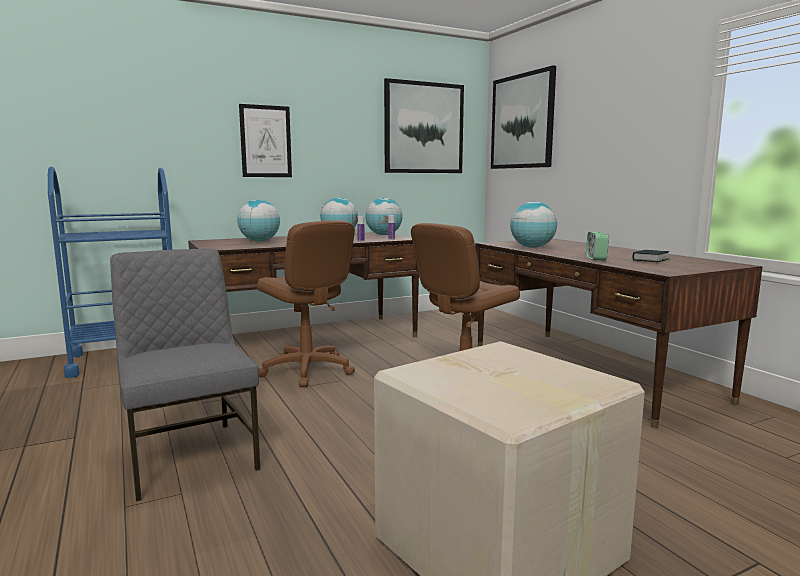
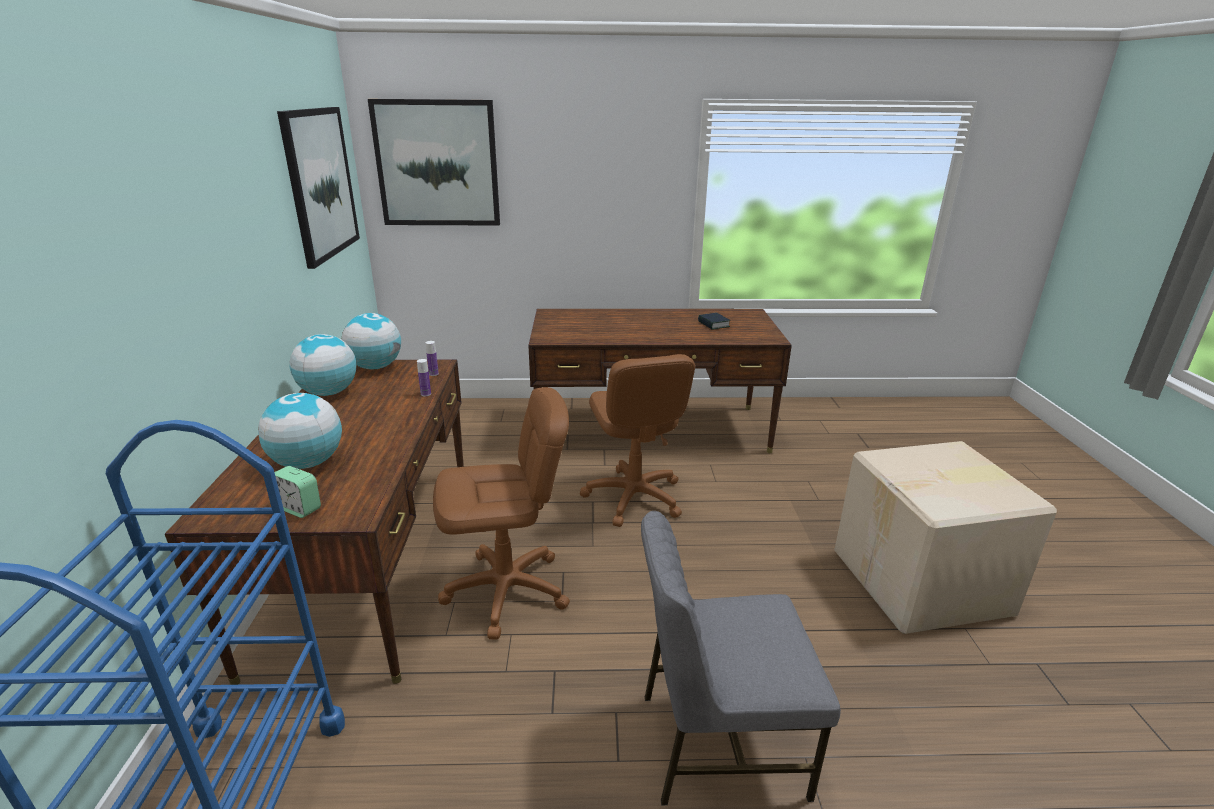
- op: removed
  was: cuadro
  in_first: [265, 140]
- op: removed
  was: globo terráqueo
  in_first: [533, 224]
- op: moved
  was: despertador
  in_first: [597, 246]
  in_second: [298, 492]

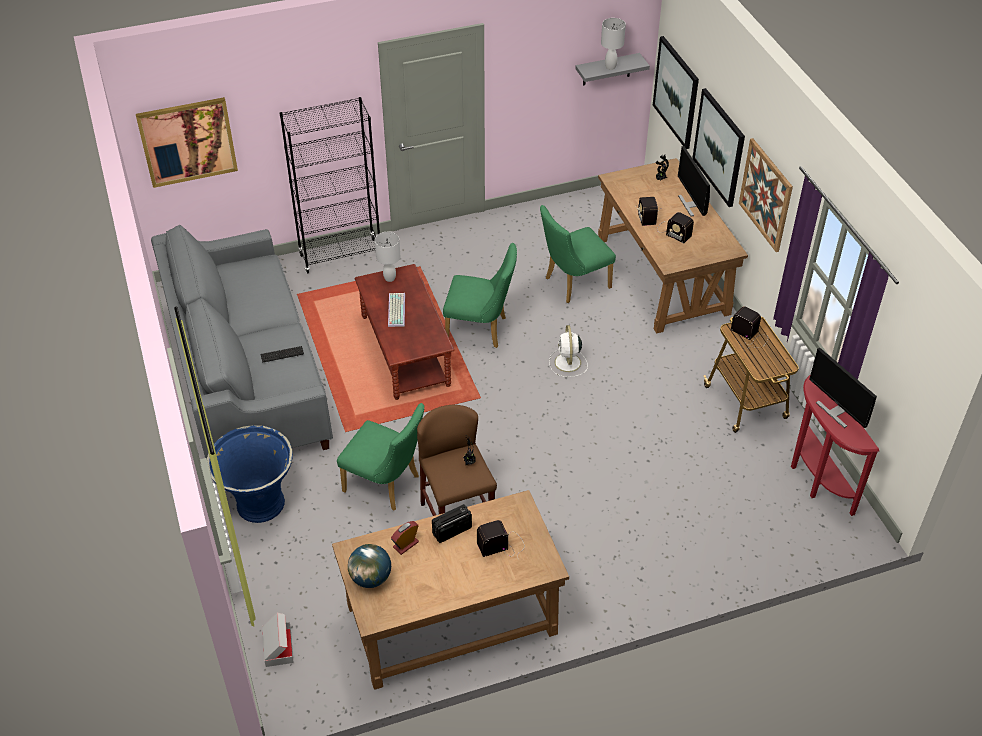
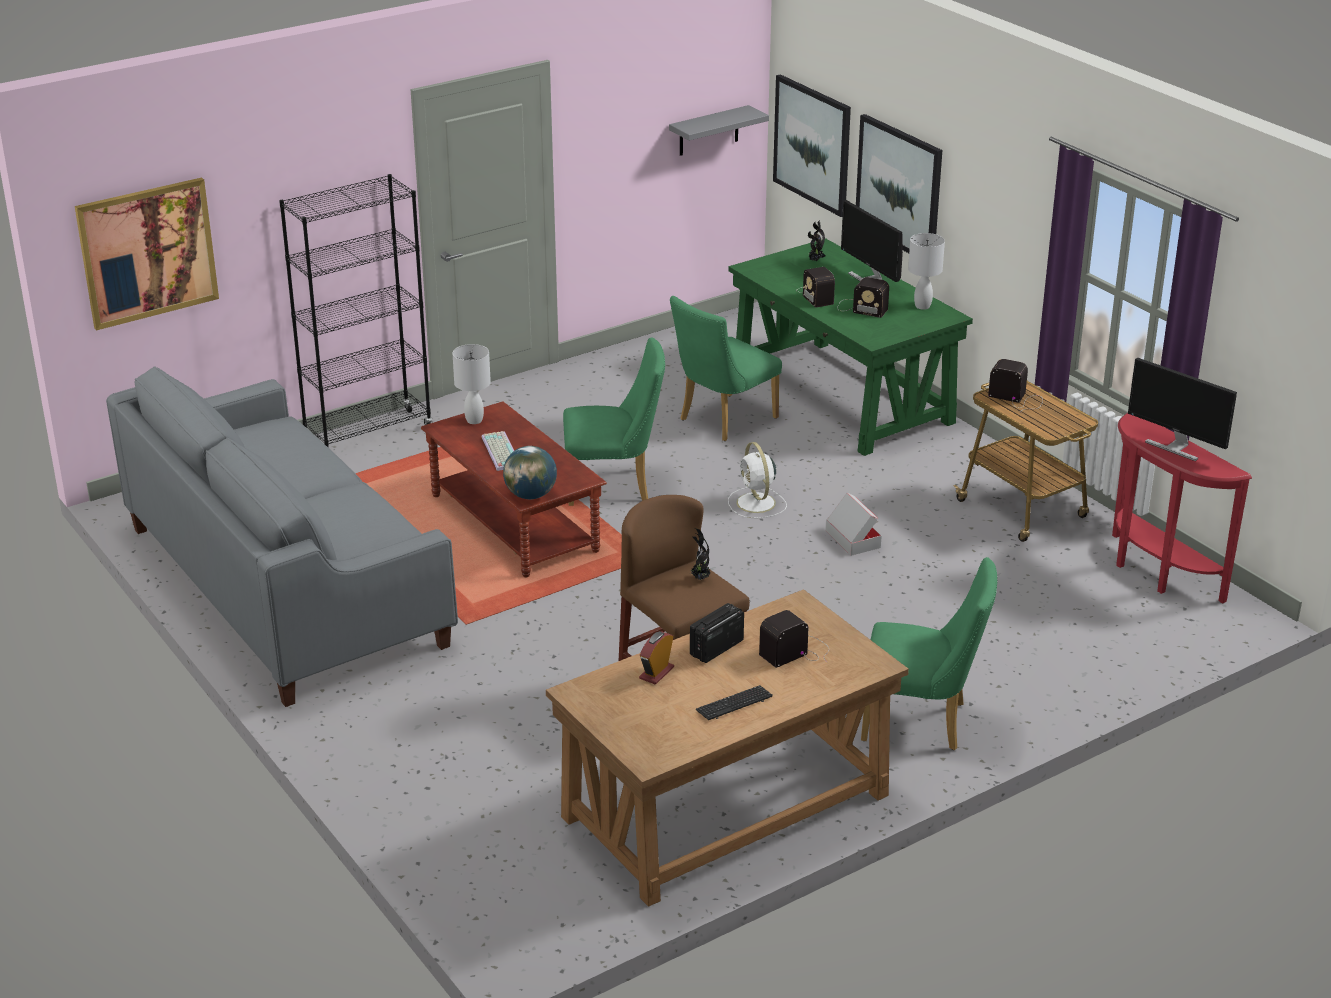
- op: moved
  was: lámpara de mesa [blanco]
  in_first: [613, 44]
  in_second: [926, 271]
- op: removed
  was: cuadro
  in_first: [766, 195]
- op: recoloured
  was: escritorio [marrón]
  now: escritorio [verde]
  in_first: [673, 245]
  in_second: [850, 347]
- op: moved
  was: teclado
  in_first: [282, 354]
  in_second: [734, 702]
- op: moved
  was: silla [verde]
  in_first: [380, 457]
  in_second: [929, 653]
- op: removed
  was: maceta [azul]
  in_first: [250, 474]
- op: moved
  was: globo terráqueo
  in_first: [369, 566]
  in_second: [530, 472]
- op: moved
  was: caja de cartón
  in_first: [278, 640]
  in_second: [854, 524]

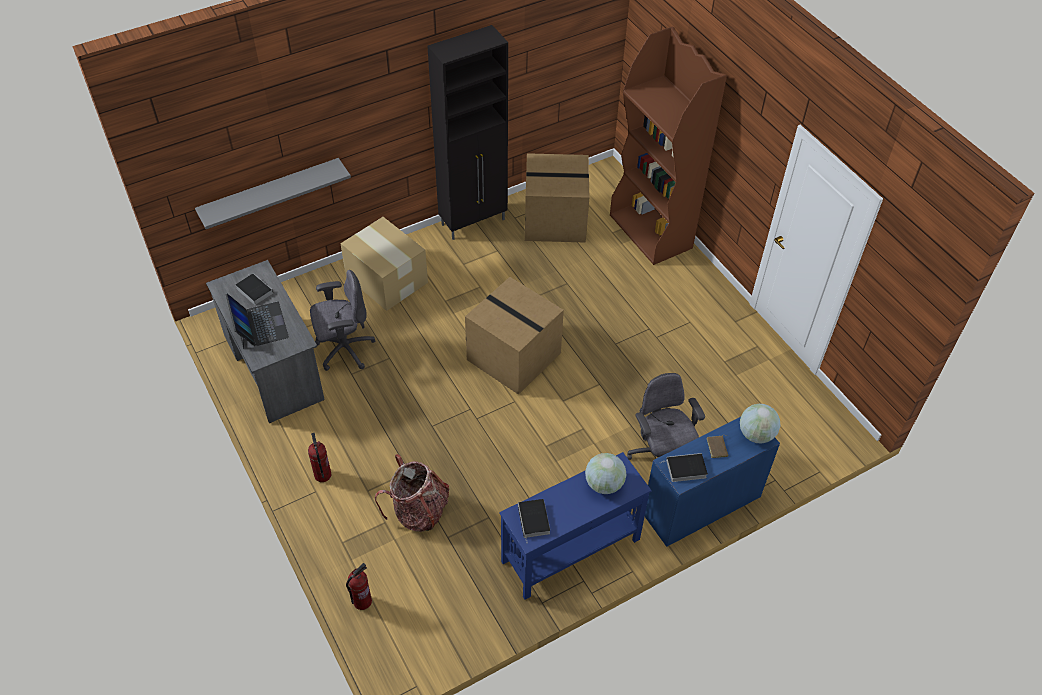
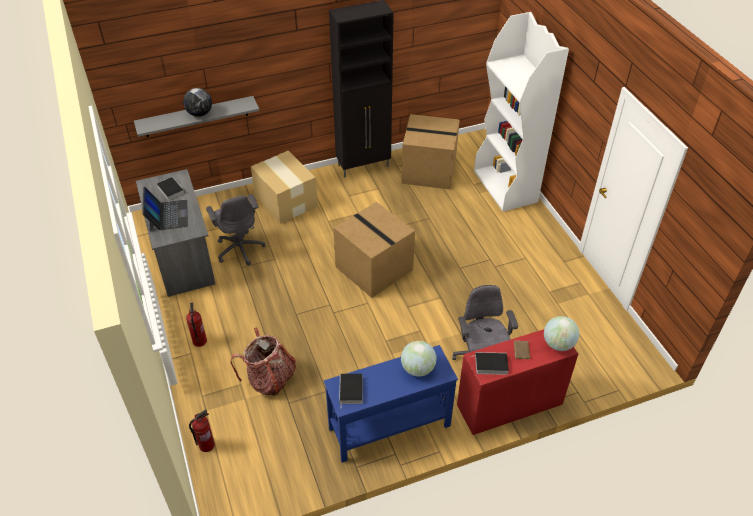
- op: recoloured
  was: estantería [marrón]
  now: estantería [blanco]
  in_first: [668, 145]
  in_second: [521, 112]
- op: turned
  was: silla de oficina [gris]
  in_first: [342, 320]
  in_second: [235, 230]
  clockwise: 75
- op: recoloured
  was: escritorio [azul]
  now: escritorio [rojo]
  in_first: [712, 482]
  in_second: [517, 382]
- op: added
  now: globo terráqueo
  in_second: [197, 102]

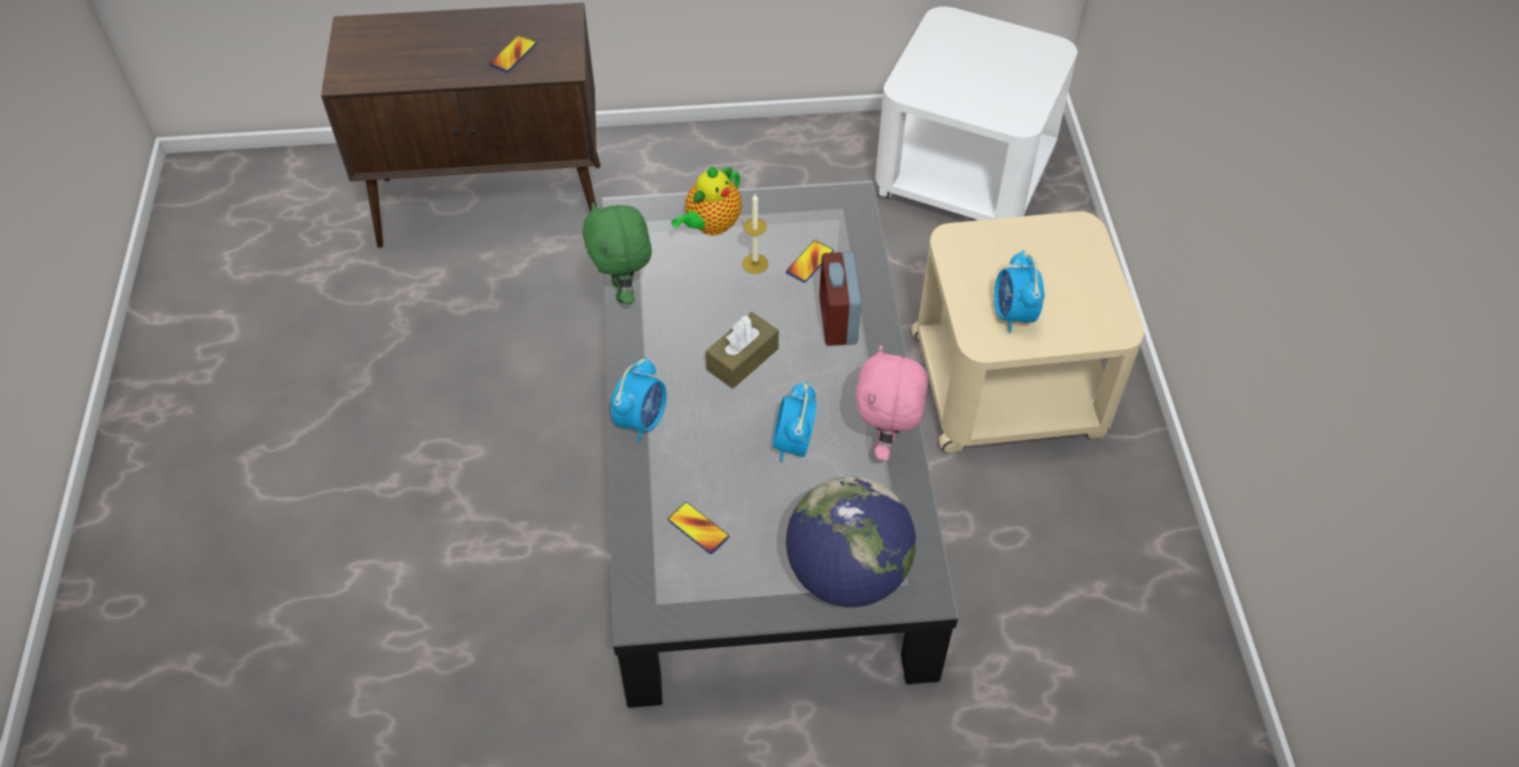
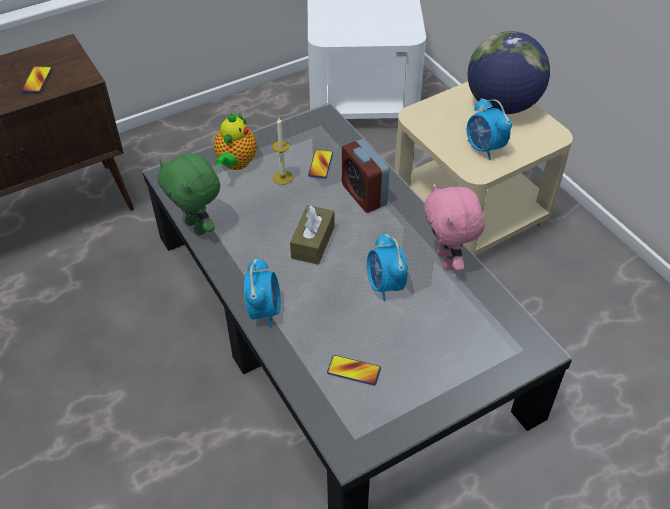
- op: moved
  was: globo terráqueo
  in_first: [851, 542]
  in_second: [509, 72]

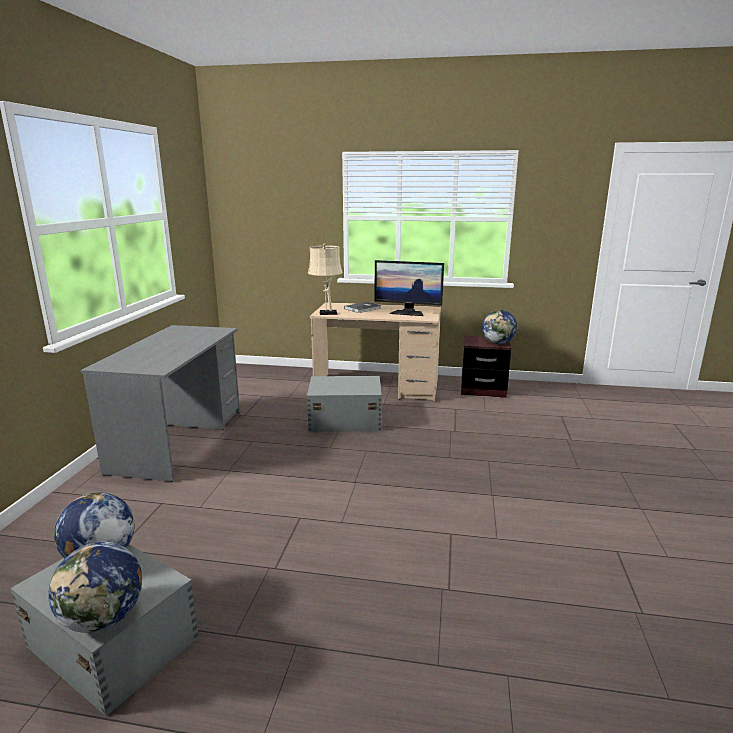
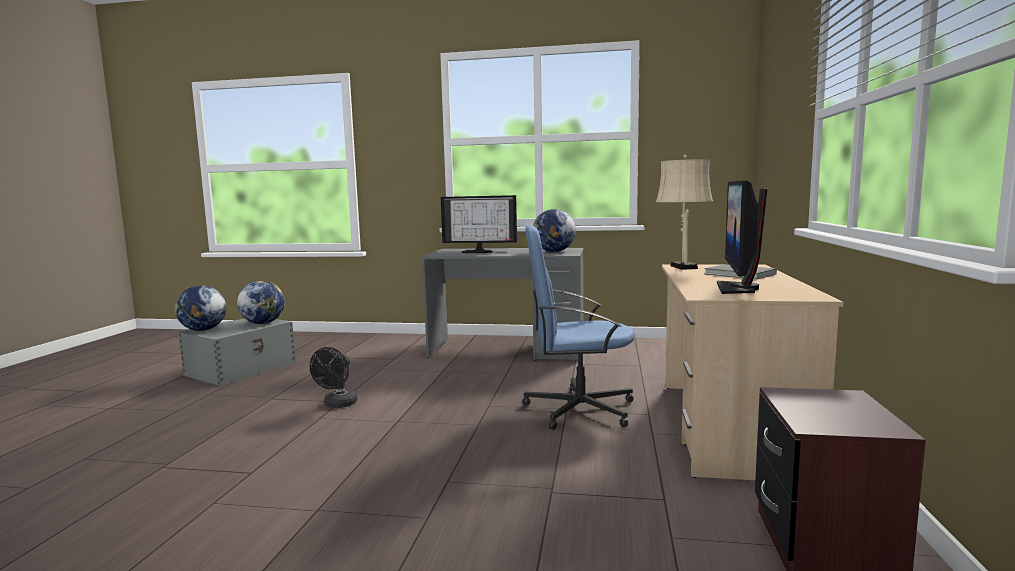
- op: moved
  was: globo terráqueo
  in_first: [499, 327]
  in_second: [554, 230]
- op: replaced
  was: caja de almacenaje [gris]
  now: silla de oficina [azul]
  in_first: [344, 404]
  in_second: [578, 327]
- op: added
  now: monitor
  in_second: [479, 224]
- op: added
  now: ventilador [negro]
  in_second: [334, 377]

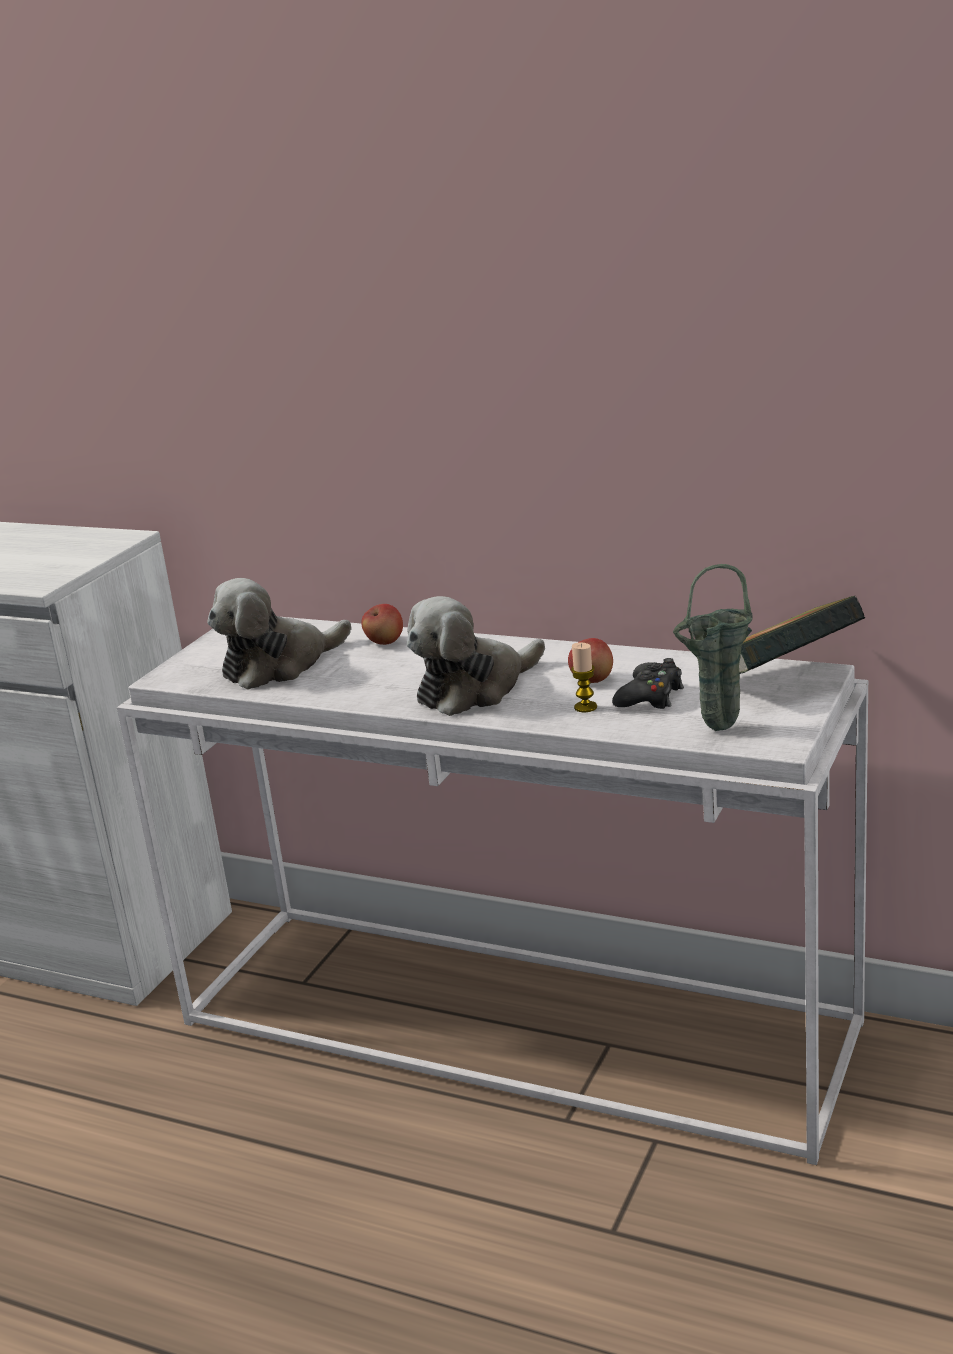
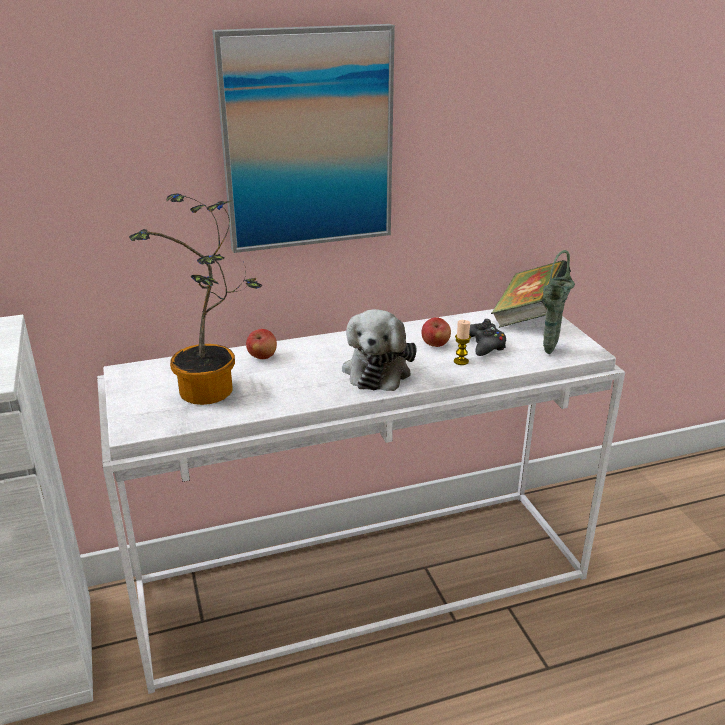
- op: replaced
  was: peluche
  now: planta en maceta
  in_first: [279, 634]
  in_second: [195, 299]
- op: added
  now: cuadro
  in_second: [303, 138]

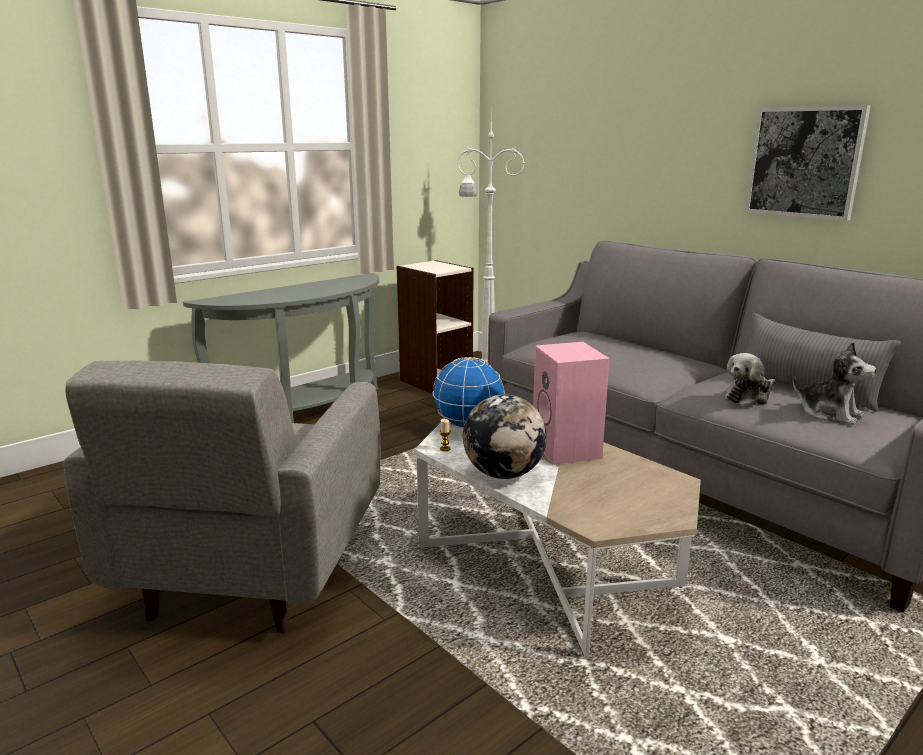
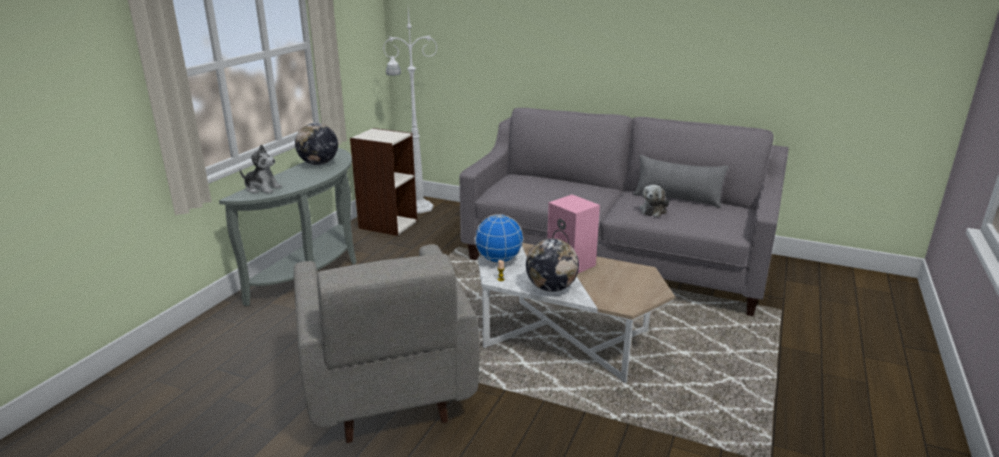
- op: removed
  was: cuadro
  in_first: [808, 163]
- op: moved
  was: peluche
  in_first: [834, 383]
  in_second: [261, 169]
- op: added
  now: globo terráqueo
  in_second: [316, 144]

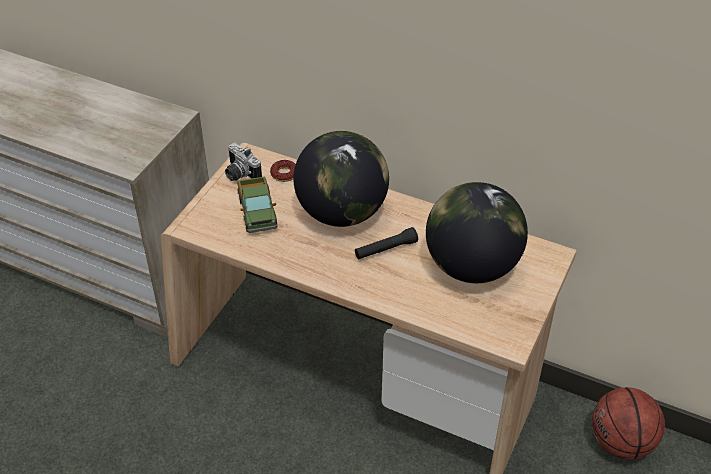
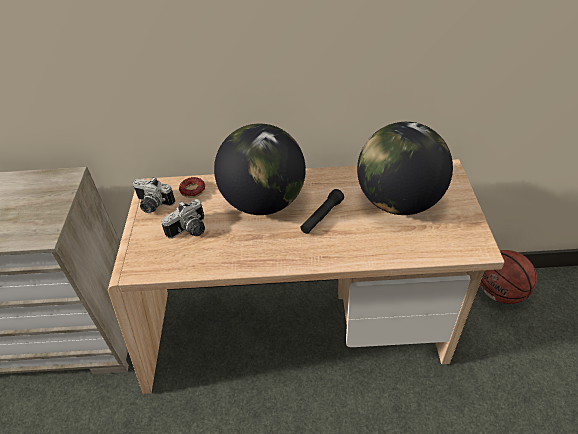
- op: replaced
  was: camión de juguete
  now: cámara
  in_first: [257, 205]
  in_second: [183, 219]

